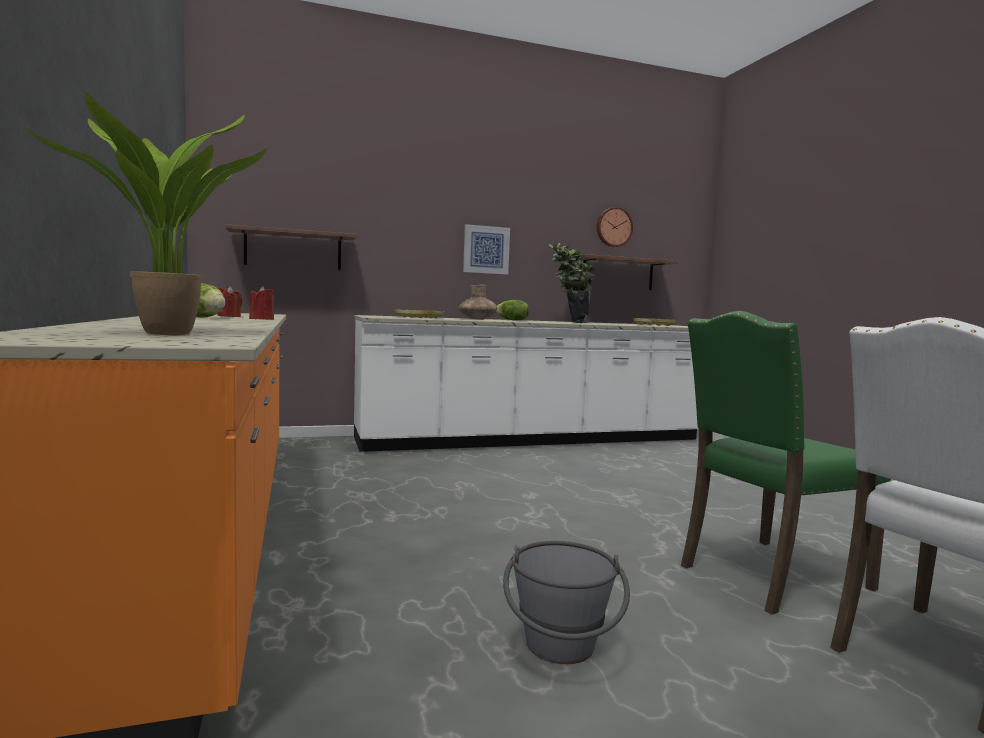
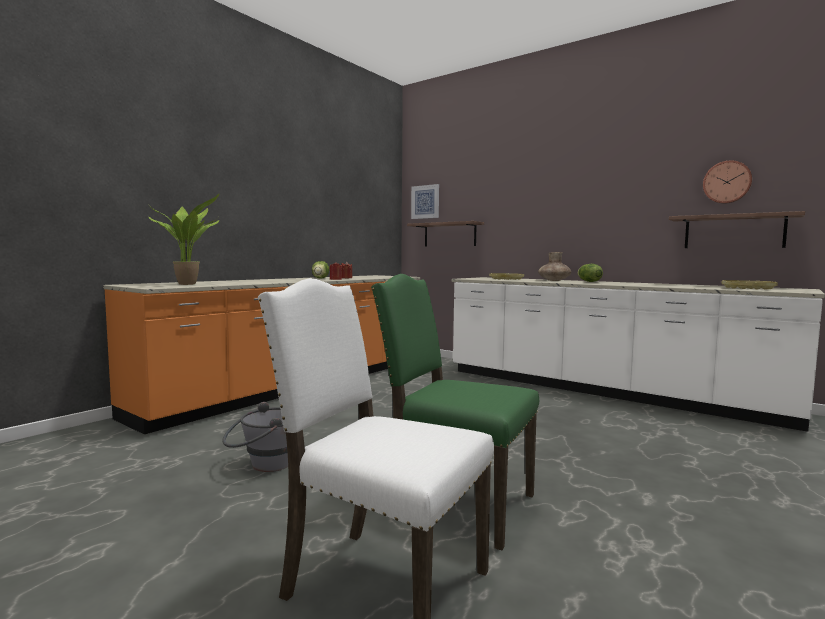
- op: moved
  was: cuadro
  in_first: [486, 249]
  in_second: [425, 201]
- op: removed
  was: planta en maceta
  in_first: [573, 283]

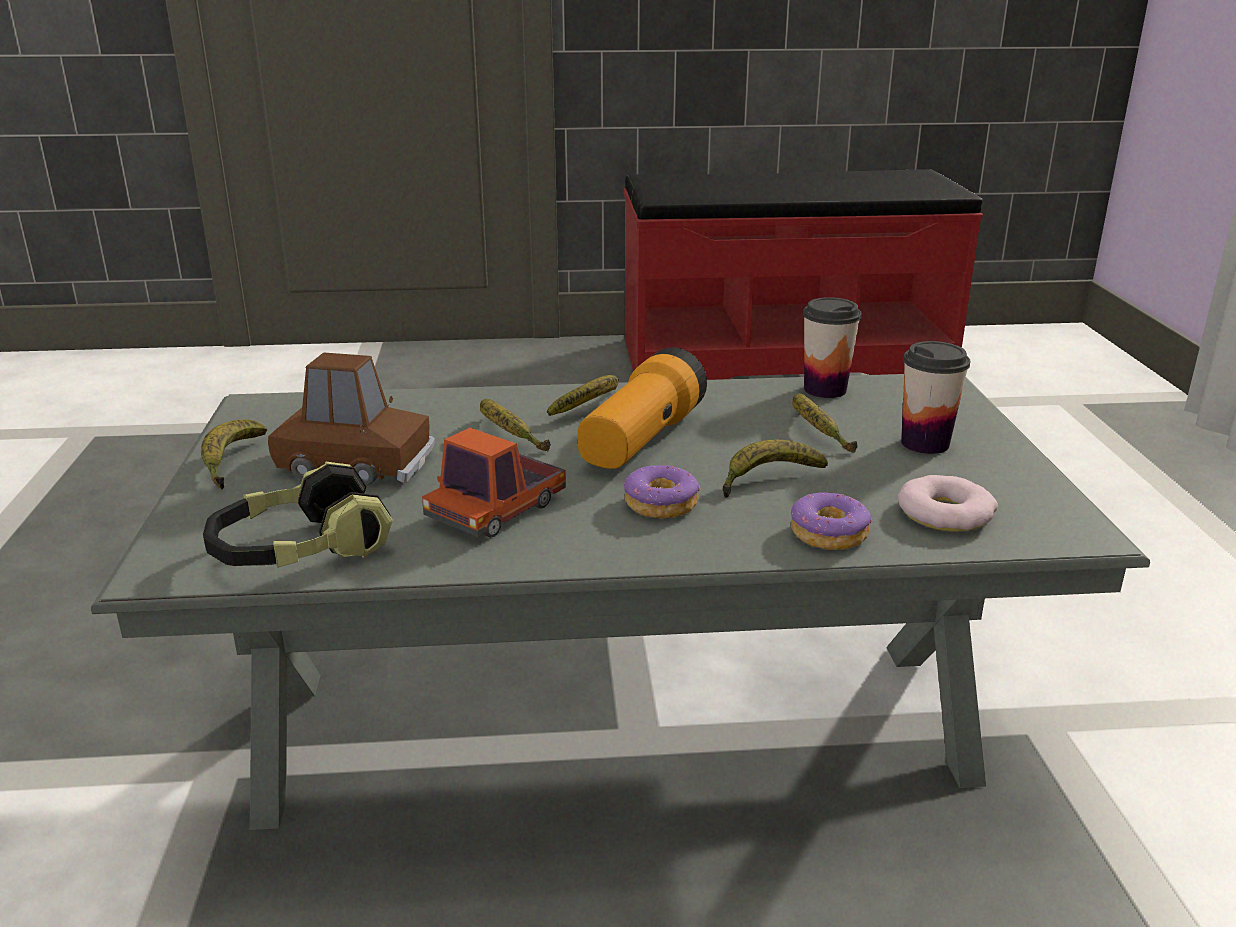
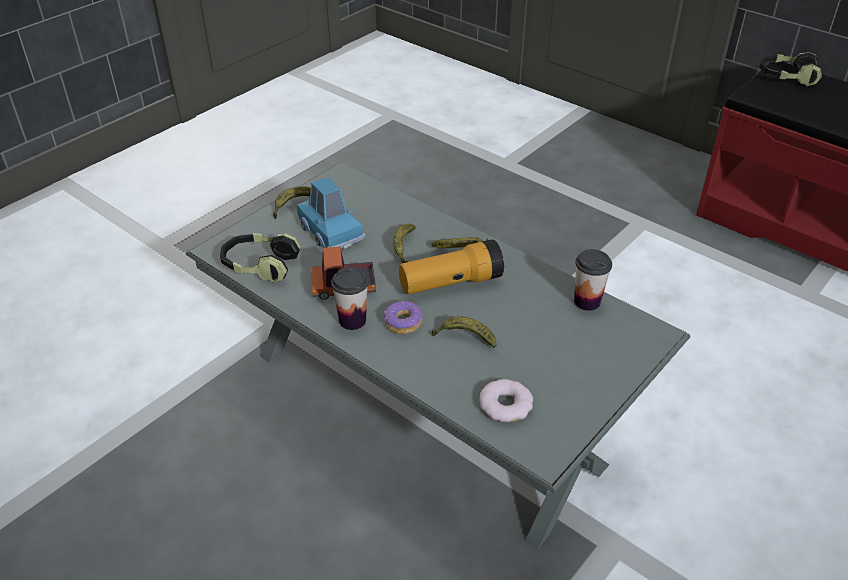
- op: moved
  was: taza
  in_first: [935, 397]
  in_second: [349, 298]
- op: recoloured
  was: coche de juguete [marrón]
  now: coche de juguete [azul]
  in_first: [351, 418]
  in_second: [331, 213]
- op: removed
  was: plátano
  in_first: [825, 423]
- op: removed
  was: rosquilla
  in_first: [832, 521]
- op: added
  now: auriculares
  in_second: [790, 68]

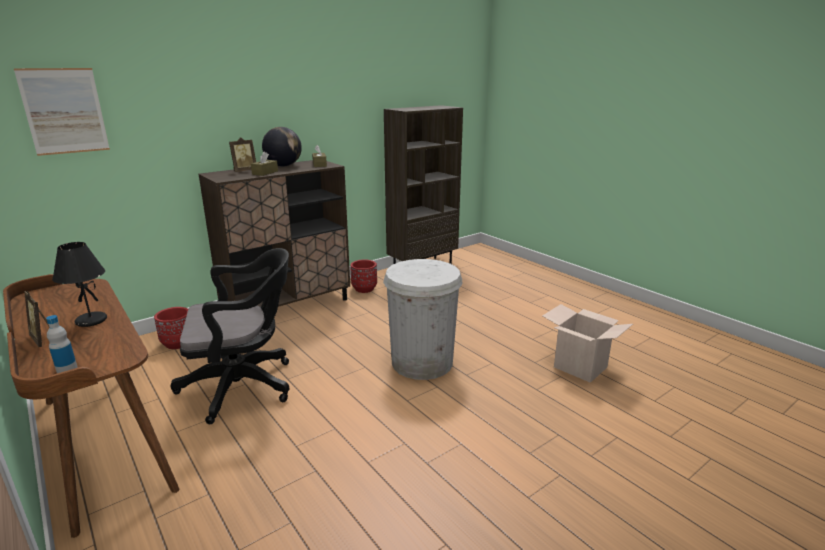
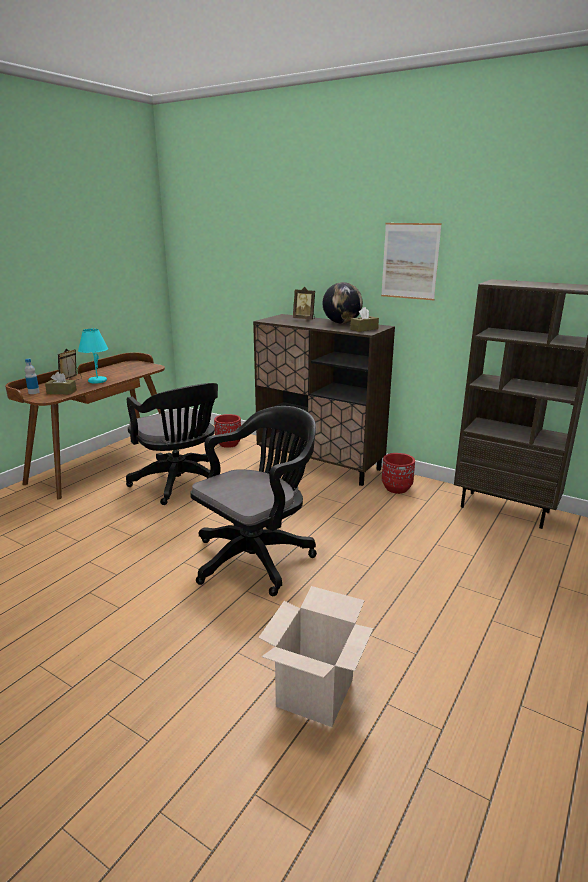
- op: moved
  was: cuadro
  in_first: [62, 112]
  in_second: [411, 261]
- op: moved
  was: caja de pañuelos [marrón]
  in_first: [264, 164]
  in_second: [61, 383]
- op: recoloured
  was: lámpara de mesa [negro]
  now: lámpara de mesa [turquesa]
  in_first: [79, 284]
  in_second: [93, 356]
- op: replaced
  was: papelera [blanco]
  now: silla de oficina [negro]
  in_first: [423, 319]
  in_second: [253, 501]

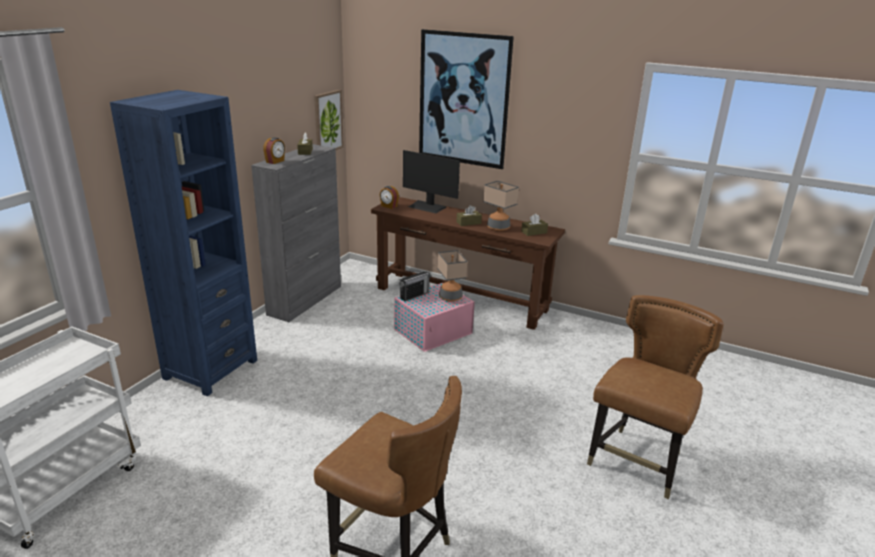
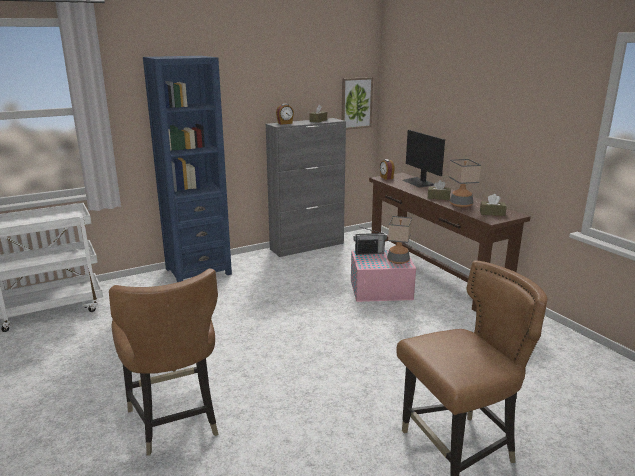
- op: removed
  was: cuadro
  in_first: [466, 99]

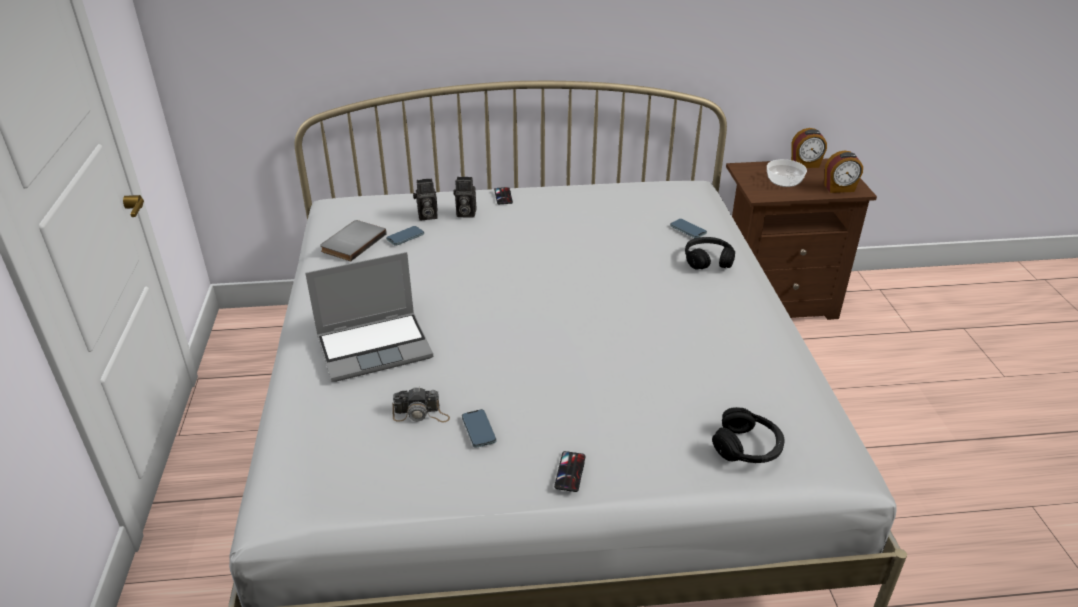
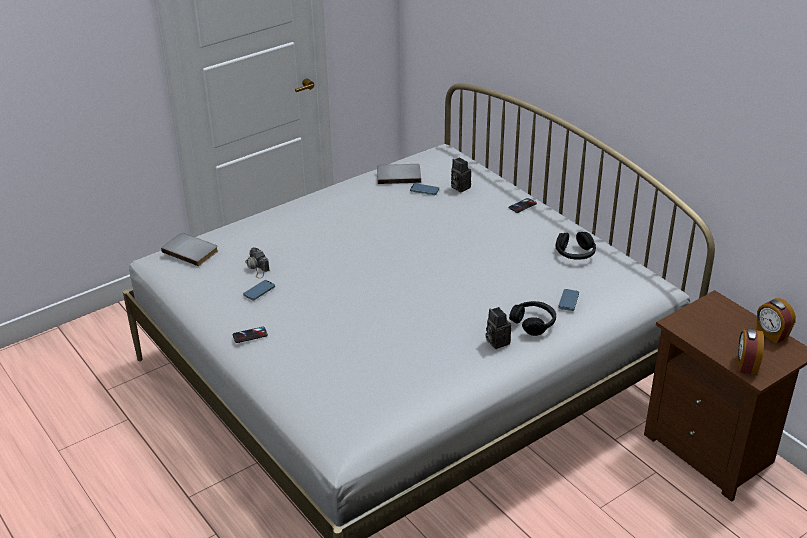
- op: turned
  was: despertador
  in_first: [844, 171]
  in_second: [751, 351]
  clockwise: 45
- op: removed
  was: cuenco
  in_first: [787, 173]
- op: moved
  was: cámara
  in_first: [464, 197]
  in_second: [498, 328]
- op: removed
  was: portátil
  in_first: [369, 317]
- op: moved
  was: auriculares [negro]
  in_first: [748, 435]
  in_second: [575, 246]
- op: added
  now: libro [gris]
  in_second: [189, 249]

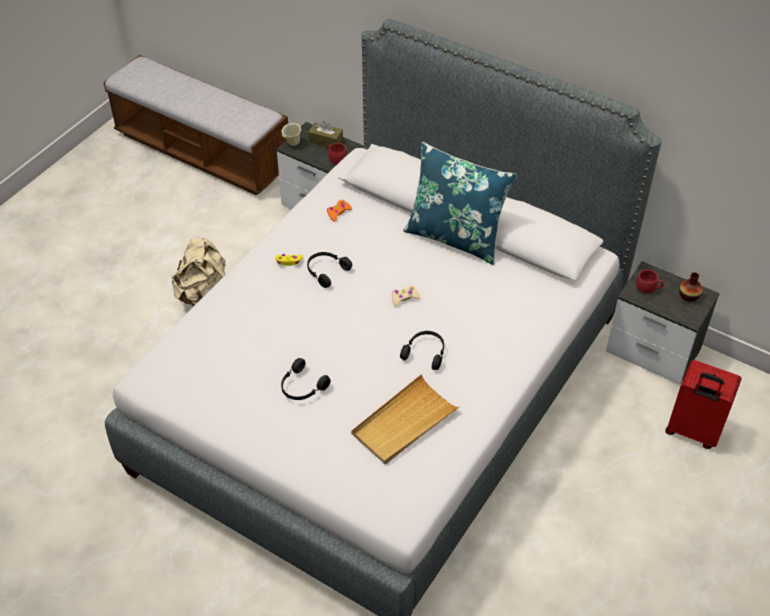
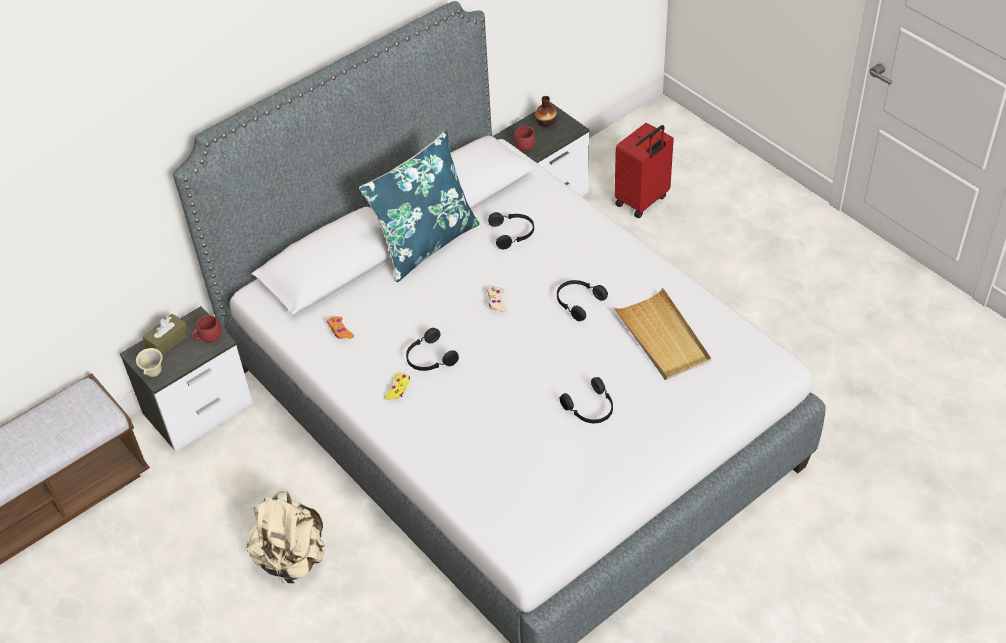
- op: added
  now: auriculares [negro]
  in_second: [511, 230]

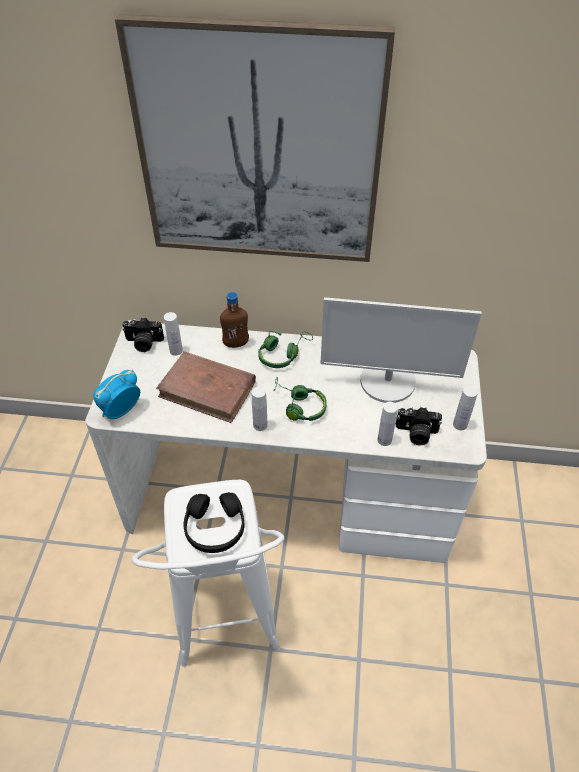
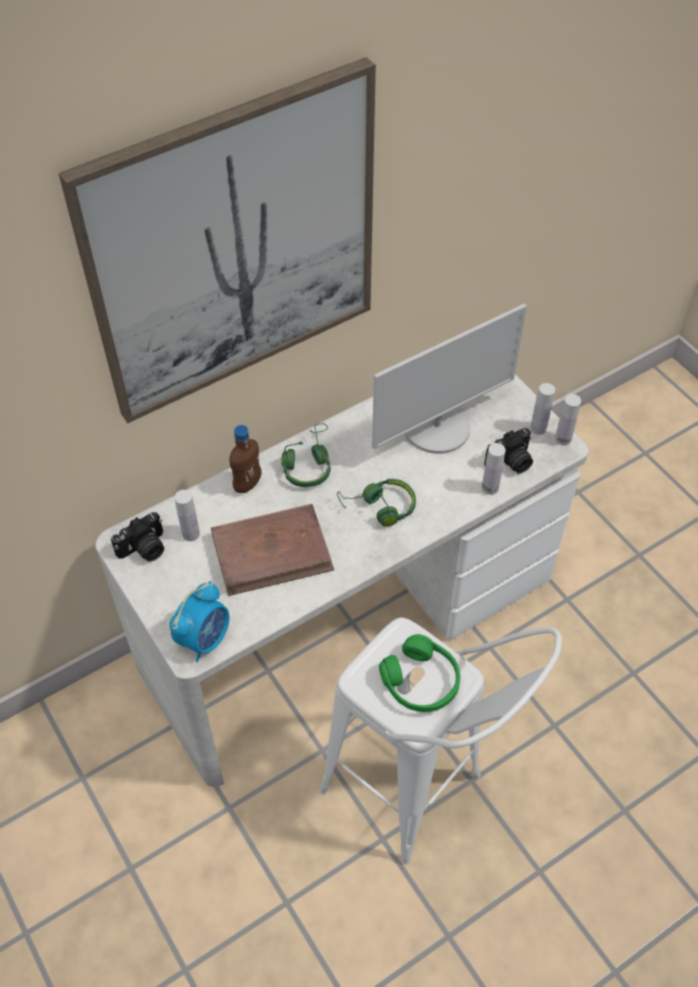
- op: turned
  was: despertador
  in_first: [116, 394]
  in_second: [199, 621]
  clockwise: -150
- op: moved
  was: botella [blanco]
  in_first: [260, 409]
  in_second: [568, 420]
- op: recoloured
  was: auriculares [negro]
  now: auriculares [verde]
  in_first: [214, 522]
  in_second: [419, 673]

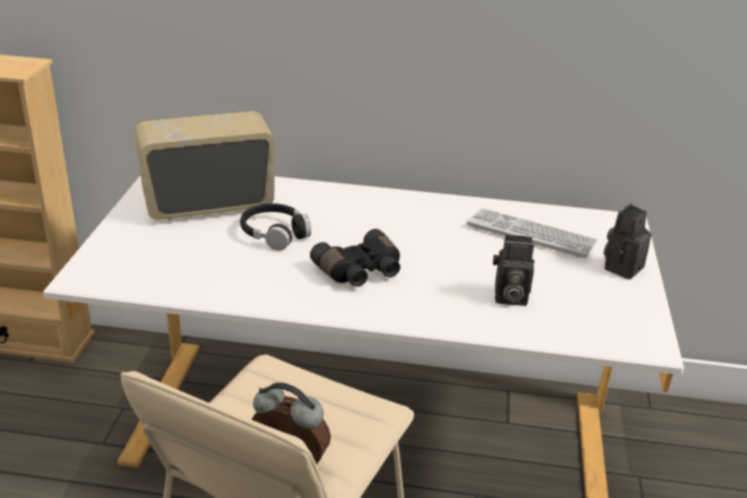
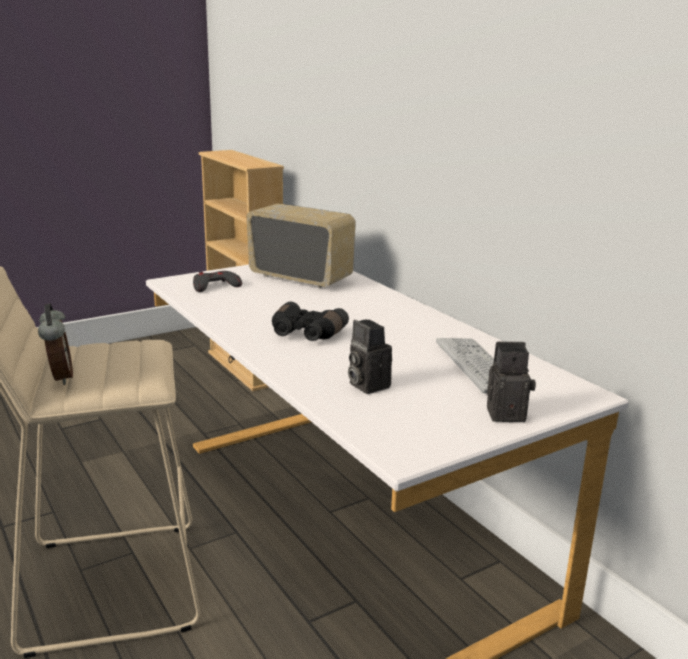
- op: removed
  was: auriculares [negro]
  in_first: [275, 227]
- op: added
  now: mando de consola [gris]
  in_second: [217, 281]

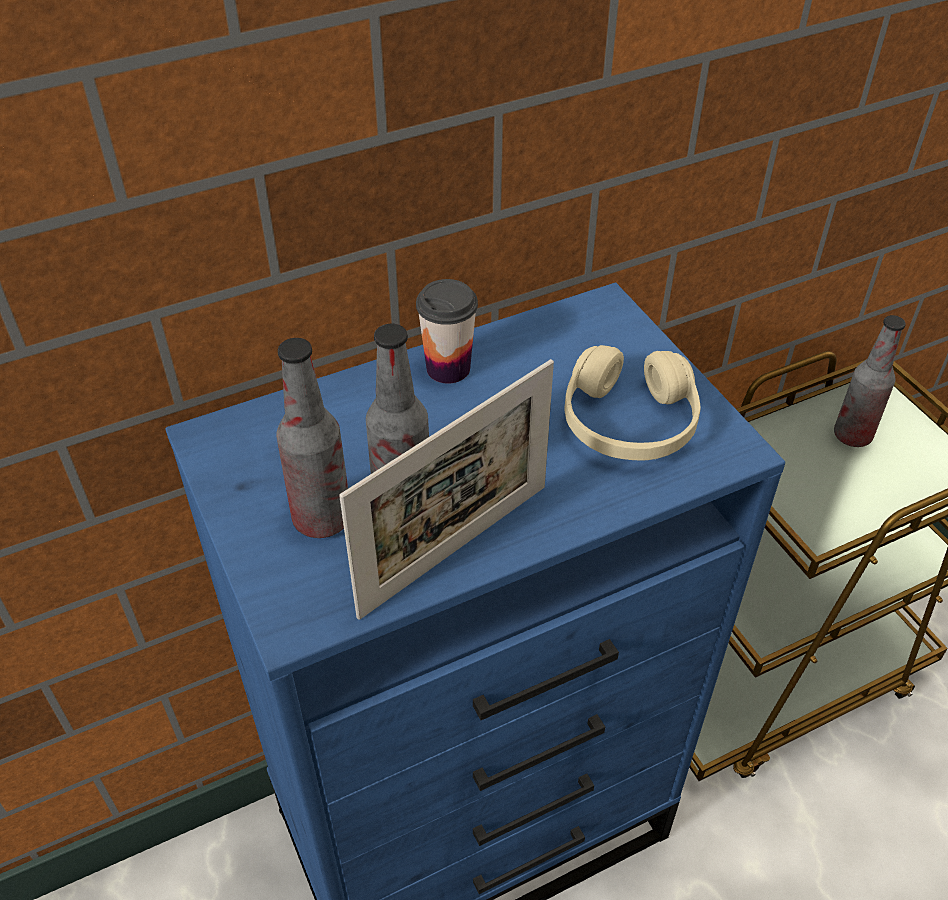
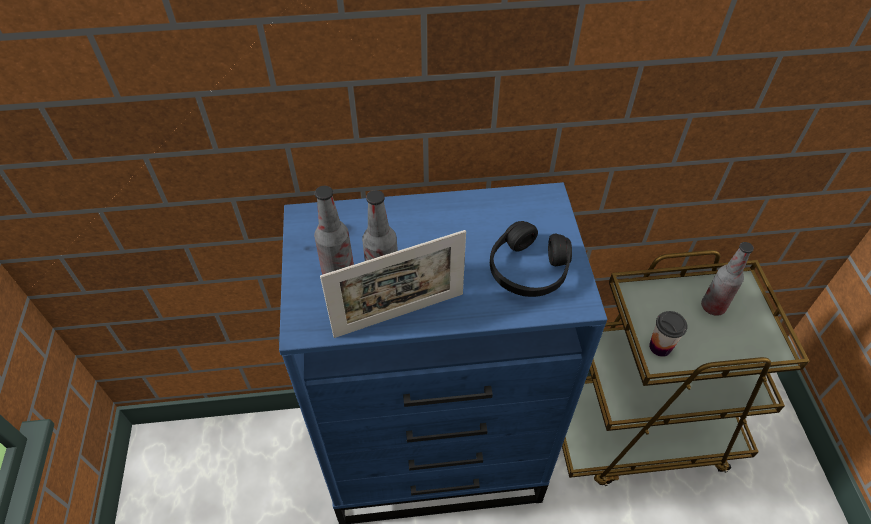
- op: moved
  was: taza
  in_first: [447, 331]
  in_second: [668, 334]
- op: recoloured
  was: auriculares [beis]
  now: auriculares [negro]
  in_first: [632, 402]
  in_second: [531, 259]

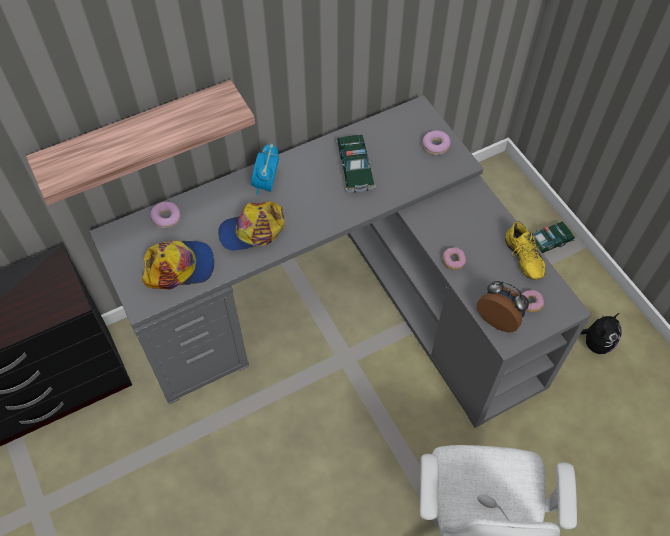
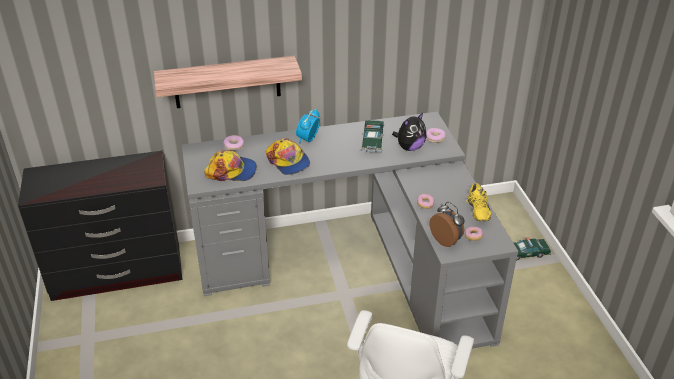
- op: turned
  was: gorra
  in_first: [251, 226]
  in_second: [287, 156]
  clockwise: -120
- op: moved
  was: peluche
  in_first: [601, 333]
  in_second: [409, 132]

